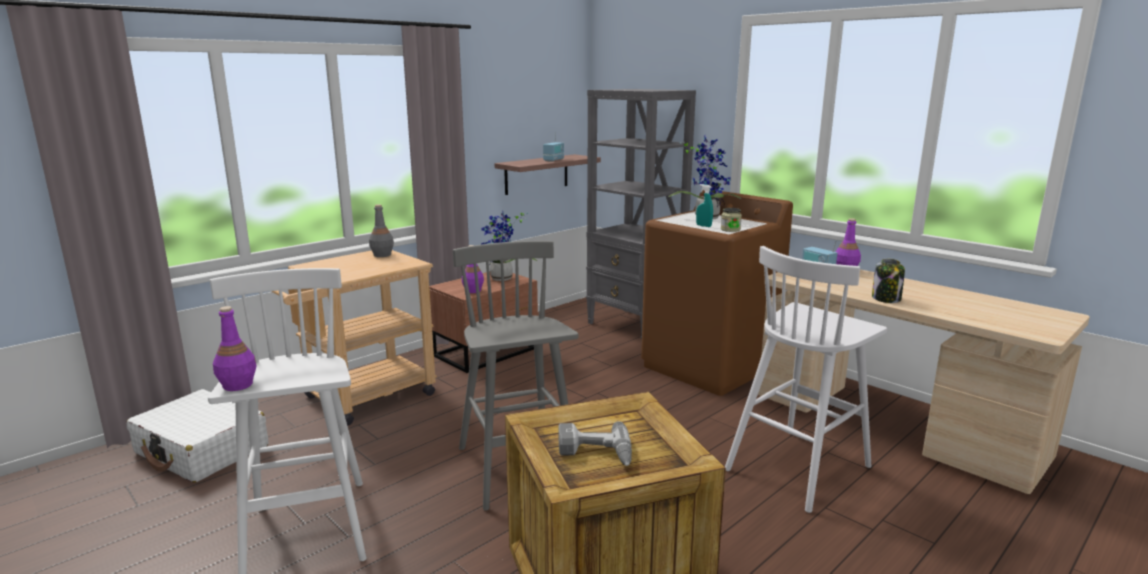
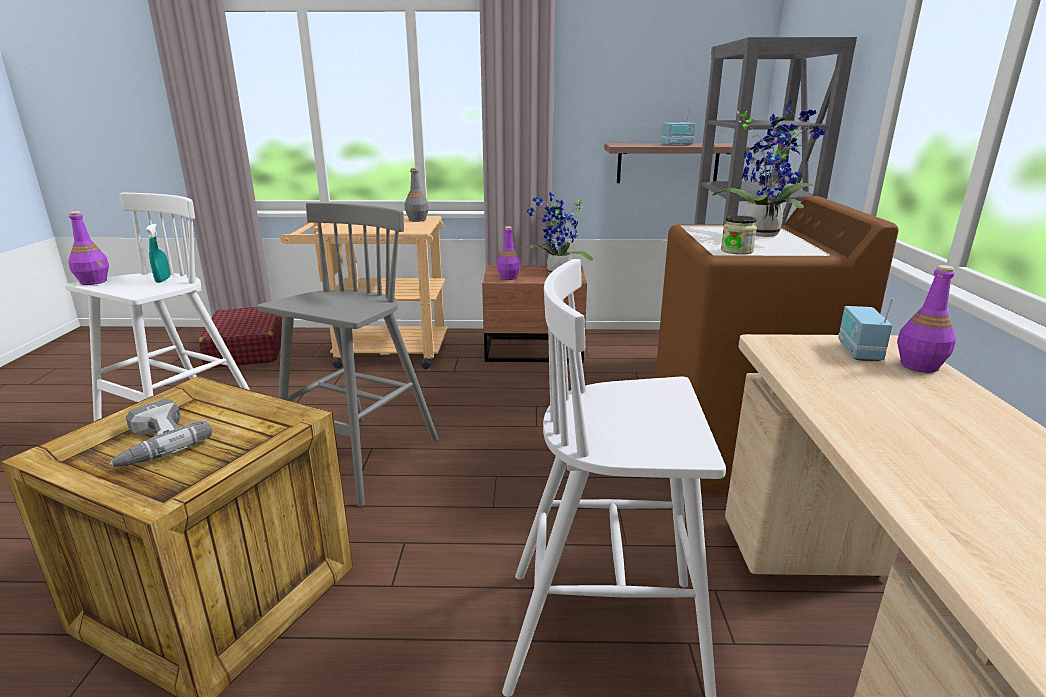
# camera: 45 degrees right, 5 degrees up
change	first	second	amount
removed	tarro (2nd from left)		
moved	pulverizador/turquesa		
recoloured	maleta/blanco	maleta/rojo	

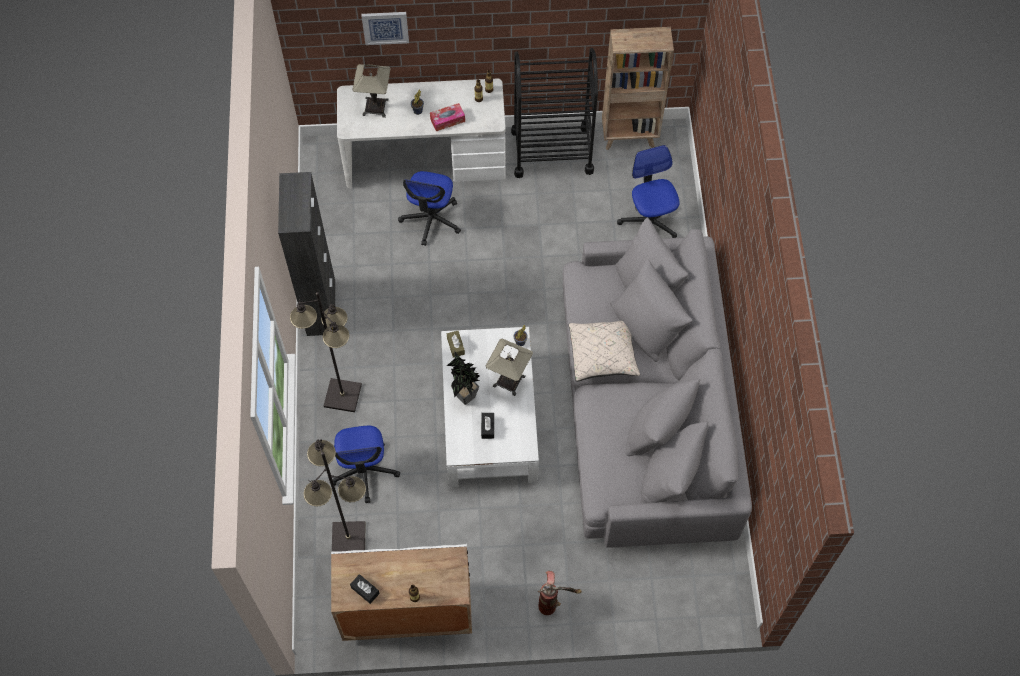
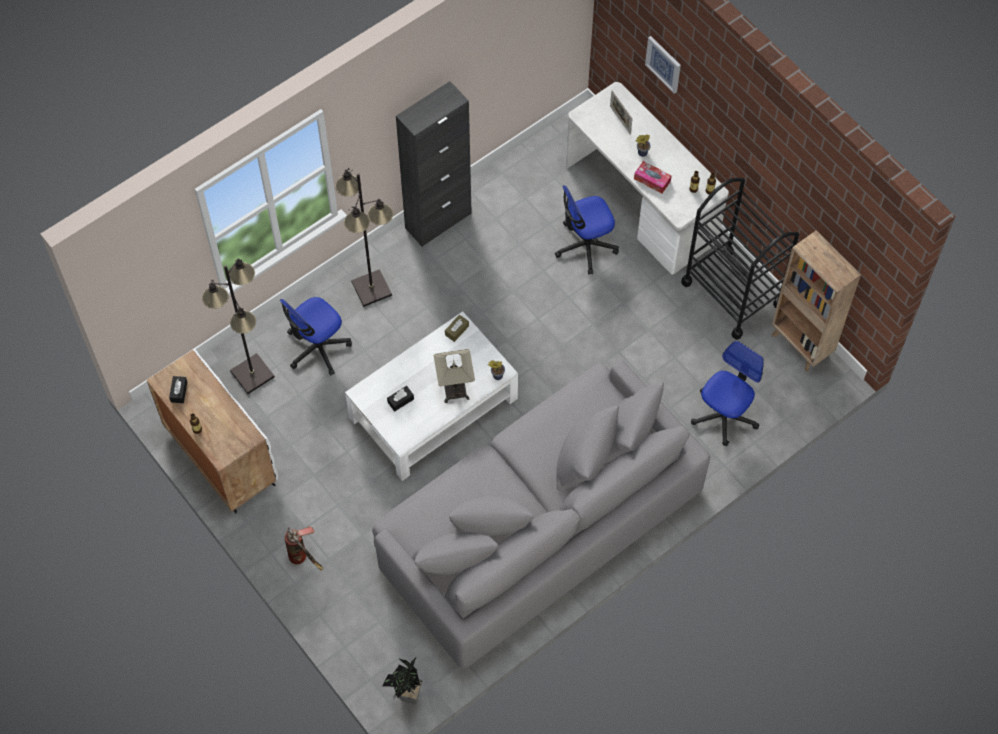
# camera: 55 degrees right, 0 degrees up
change	first	second	amount
removed	cojín/beis		
moved	planta en maceta (2nd from left in the first image)	planta en maceta (1st from left)	
replaced	lámpara de mesa (1st from left)	portarretratos	

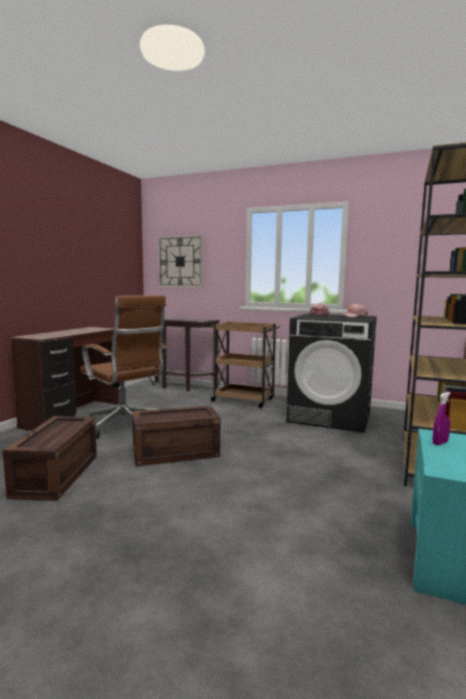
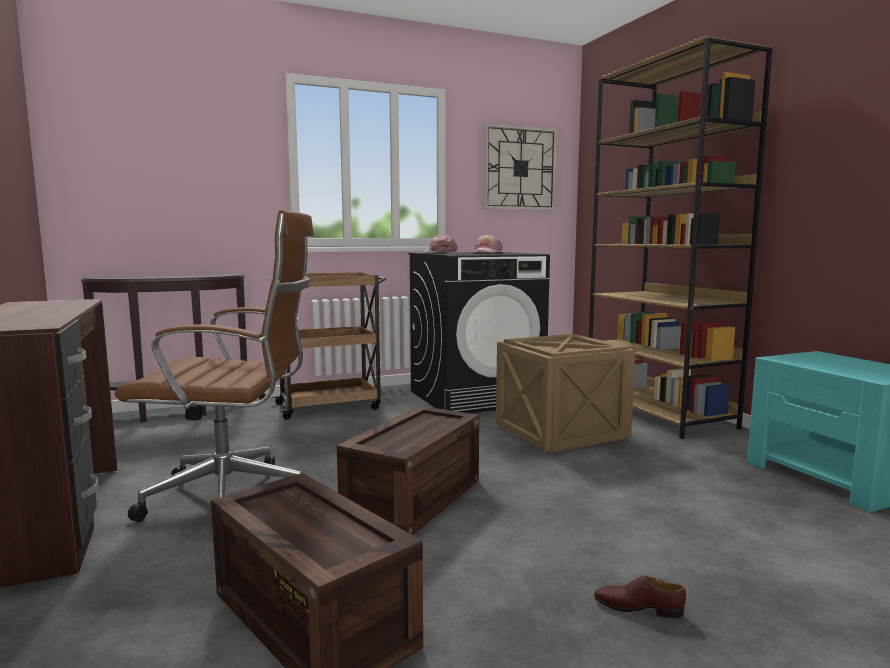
# camera: 45 degrees left, 0 degrees up
change	first	second	amount
removed	pulverizador/morado		
added		caja de embalaje (3rd from left)	
added		zapato/marrón	
moved	reloj de pared		

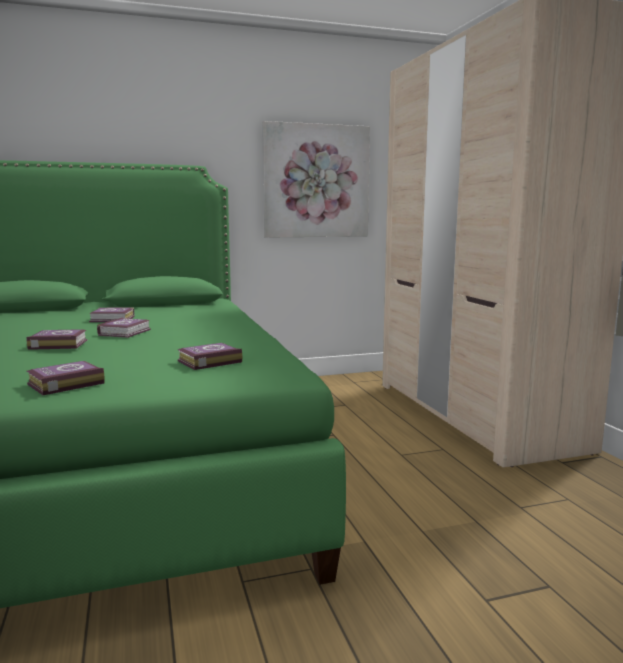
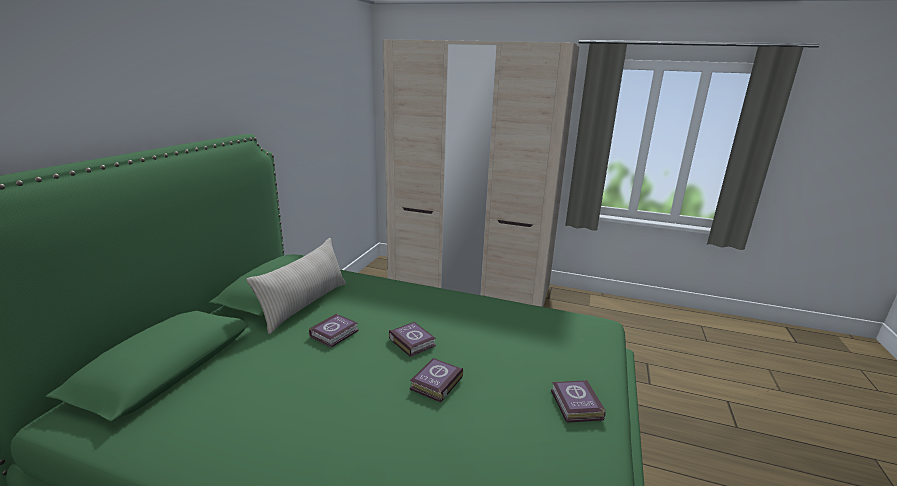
# camera: 55 degrees left, 10 degrees up
change	first	second	amount
removed	libro (5th from left)		
removed	cuadro		
added		cojín/beis	

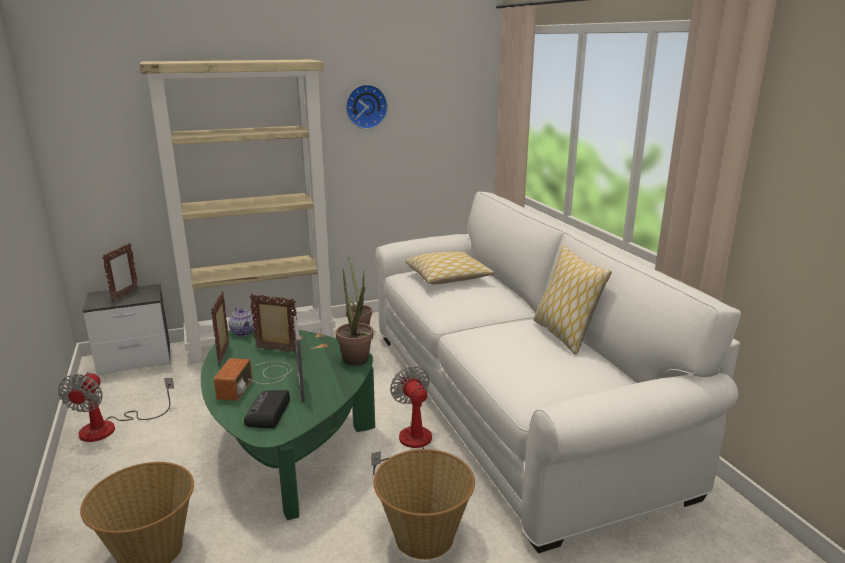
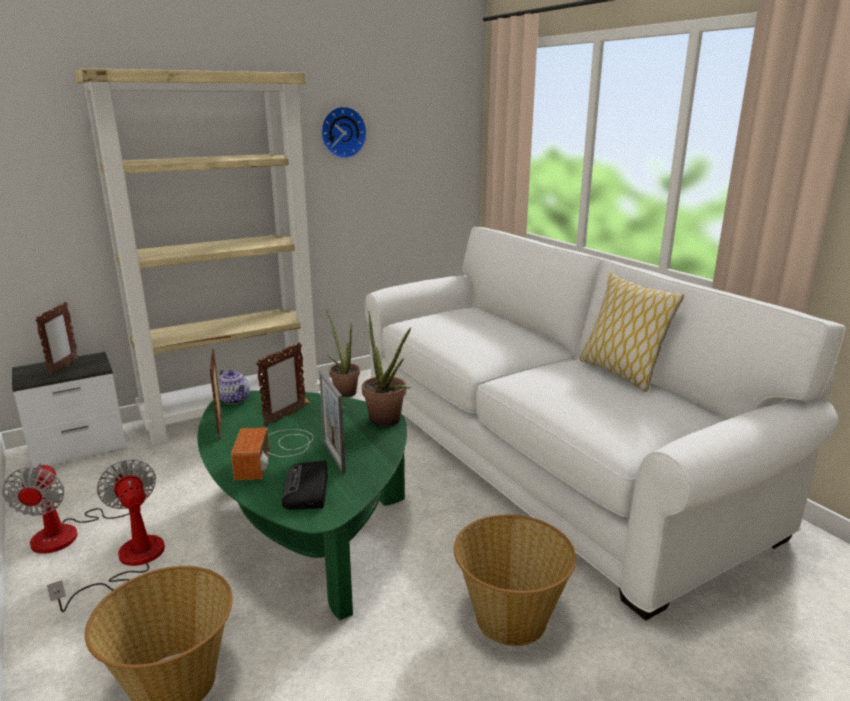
# camera: 10 degrees left, 0 degrees up
change	first	second	amount
removed	cojín (1st from left)		
moved	ventilador (2nd from left)		
turned	portarretratos (3rd from left)		120 degrees clockwise

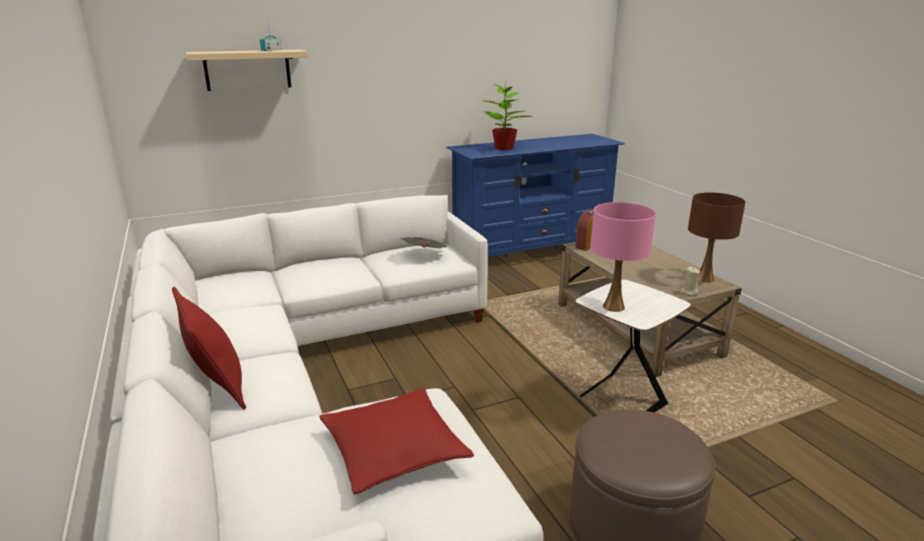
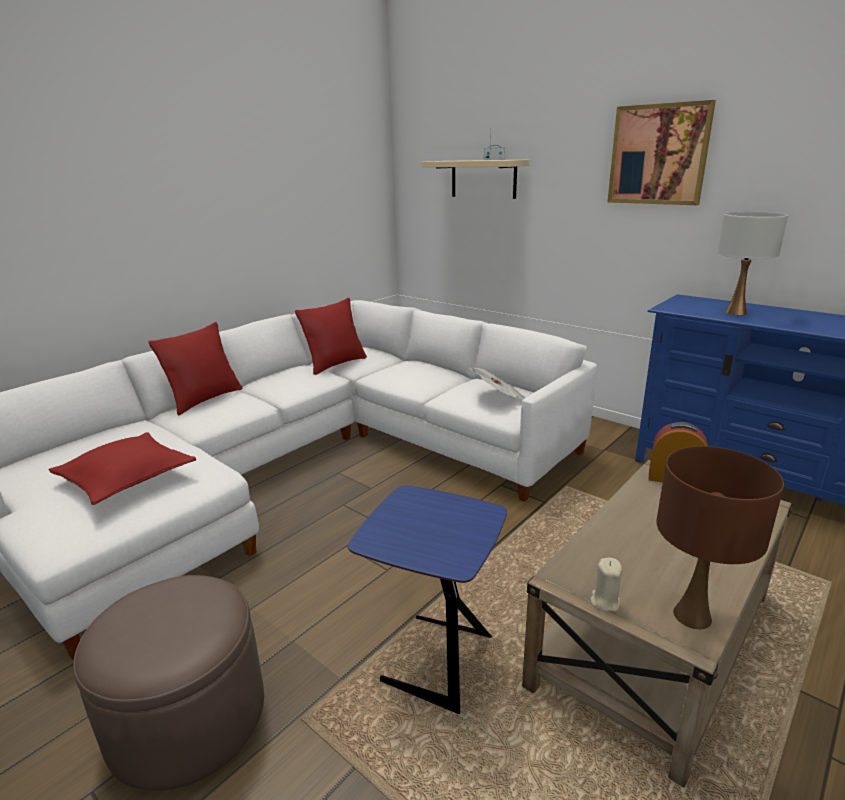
# camera: 65 degrees right, 0 degrees up
change	first	second	amount
removed	lámpara de mesa/rosa		
added		cojín/rojo (3rd from left)	
added		cuadro	
replaced	planta en maceta	lámpara de mesa/blanco	
recoloured	mesa auxiliar/blanco	mesa auxiliar/azul	

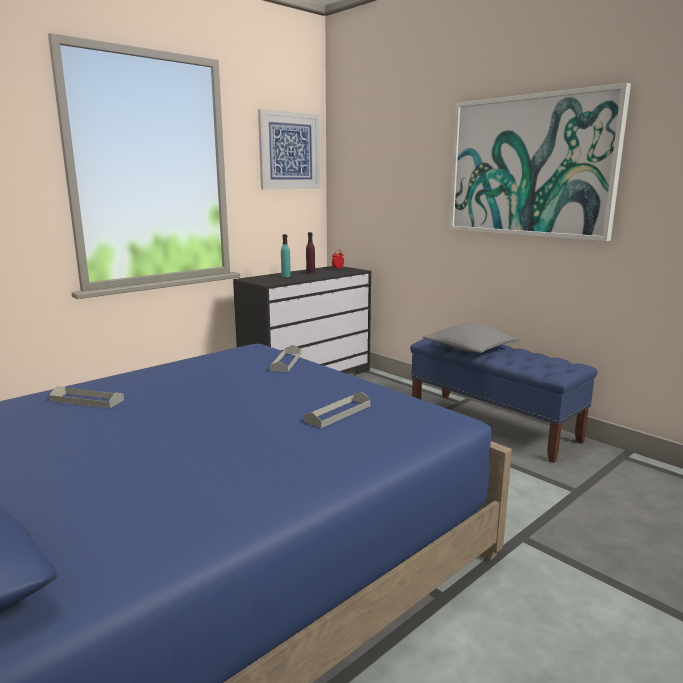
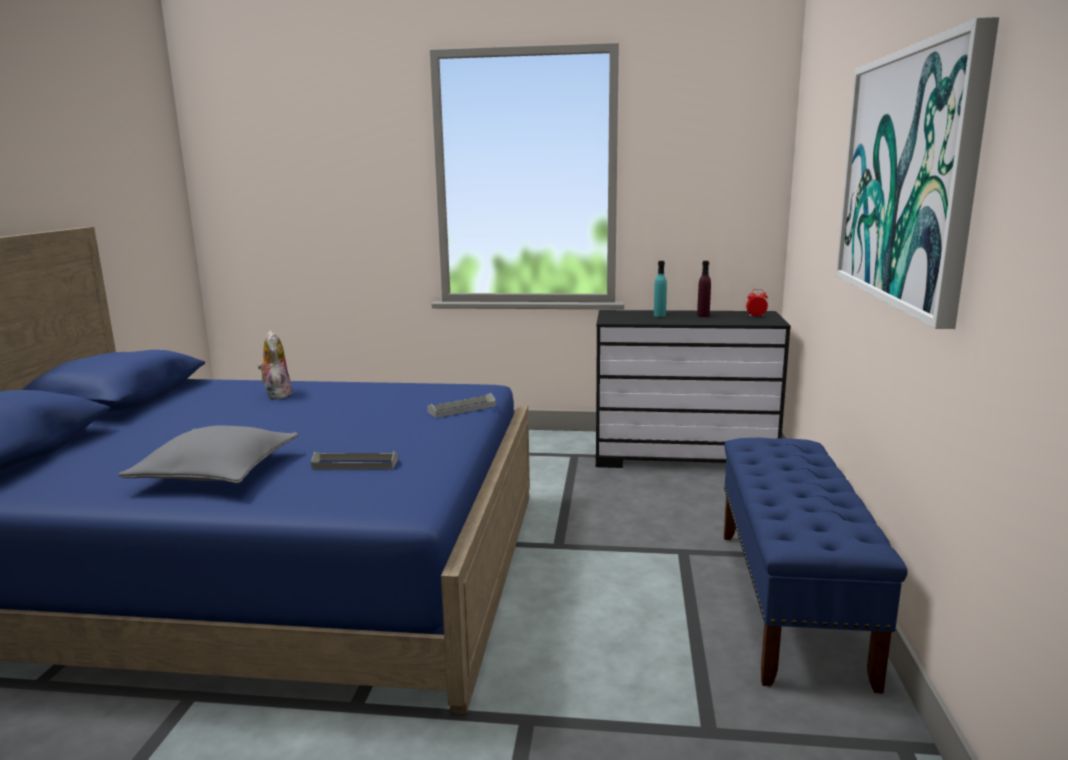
# camera: 50 degrees right, 0 degrees up
change	first	second	amount
removed	cuadro (1st from left)		
moved	cojín/gris		
replaced	bandeja/gris (1st from left)	peluche	

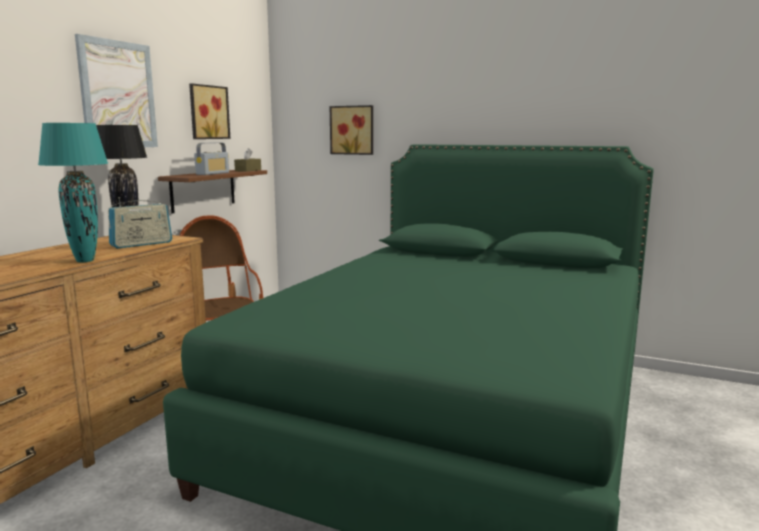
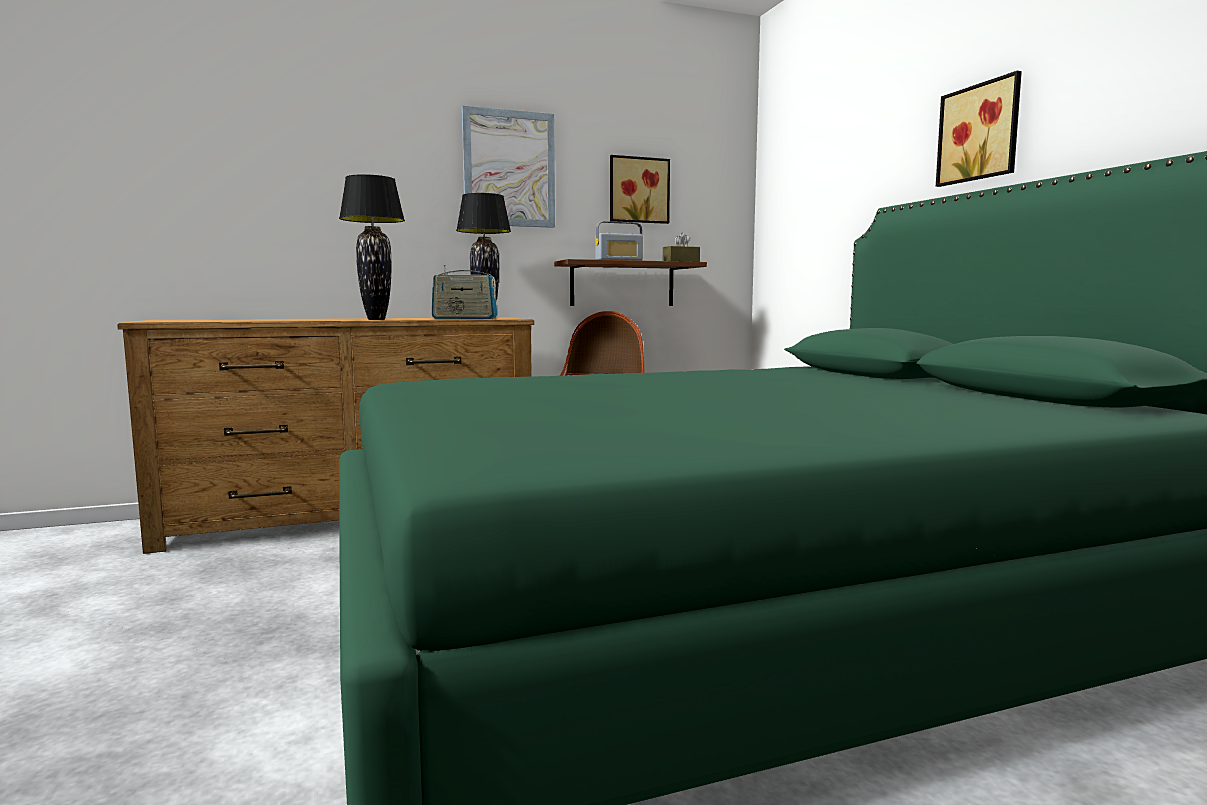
# camera: 45 degrees right, 5 degrees down
change	first	second	amount
moved	cuadro (3rd from left)		
recoloured	lámpara de mesa/turquesa	lámpara de mesa/negro (1st from left)	

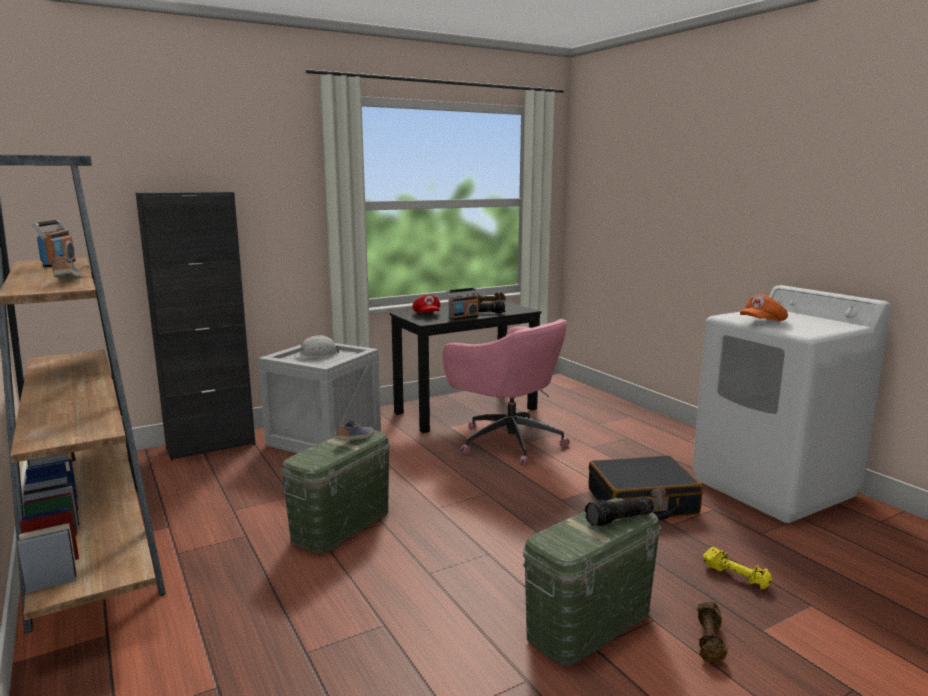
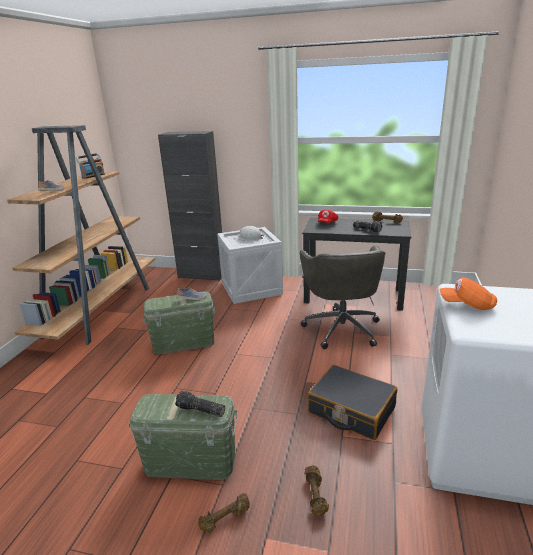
# camera: 45 degrees right, 10 degrees up
change	first	second	amount
removed	radio (2nd from left)		
recoloured	silla de oficina/rosa	silla de oficina/gris	
recoloured	mancuerna/amarillo	mancuerna/marrón (2nd from left)	

